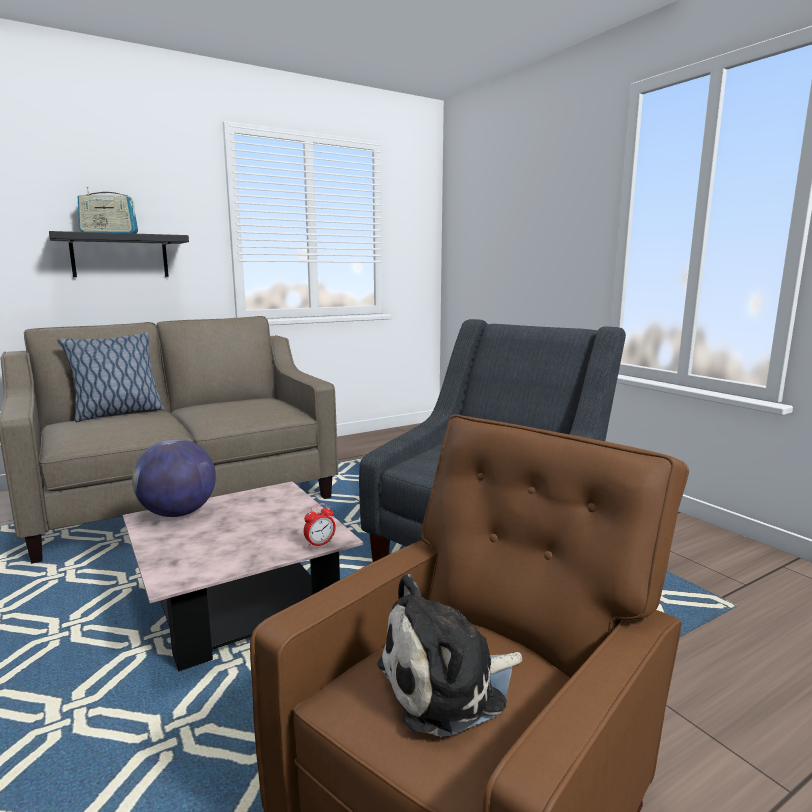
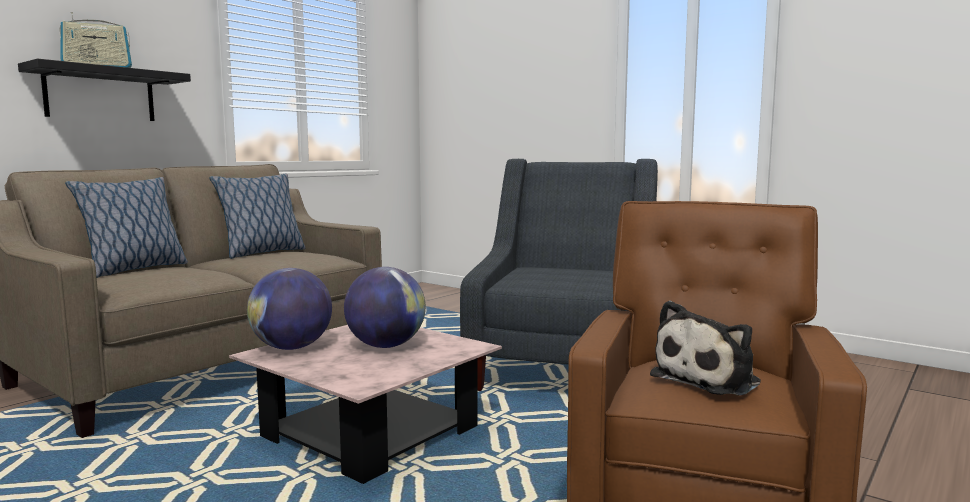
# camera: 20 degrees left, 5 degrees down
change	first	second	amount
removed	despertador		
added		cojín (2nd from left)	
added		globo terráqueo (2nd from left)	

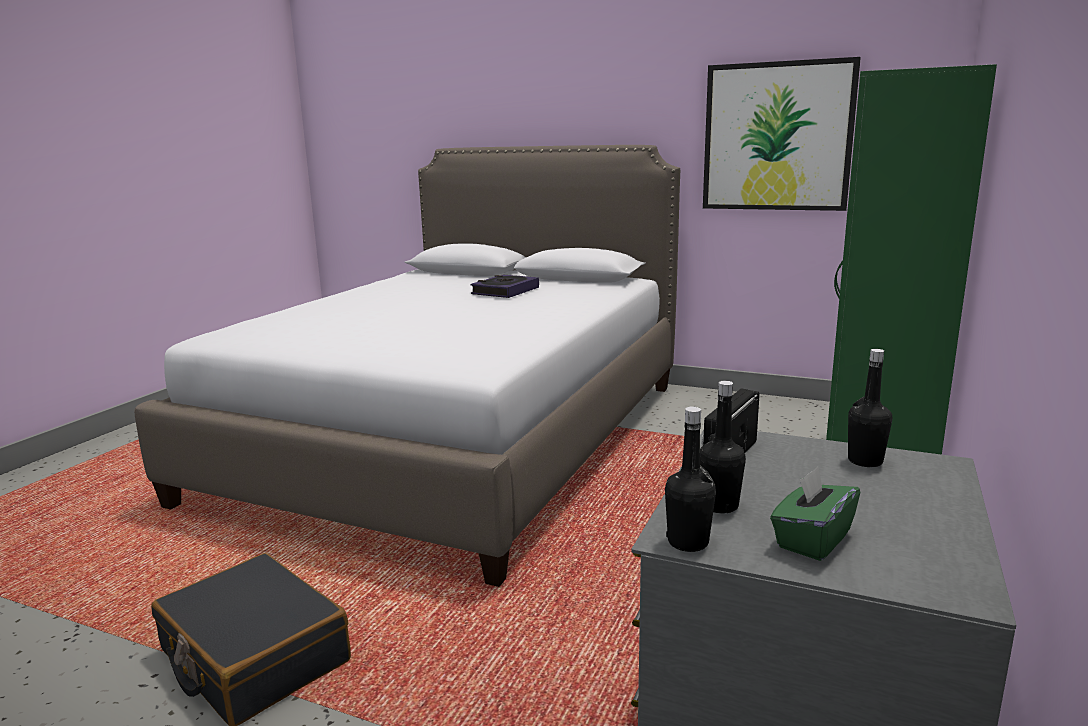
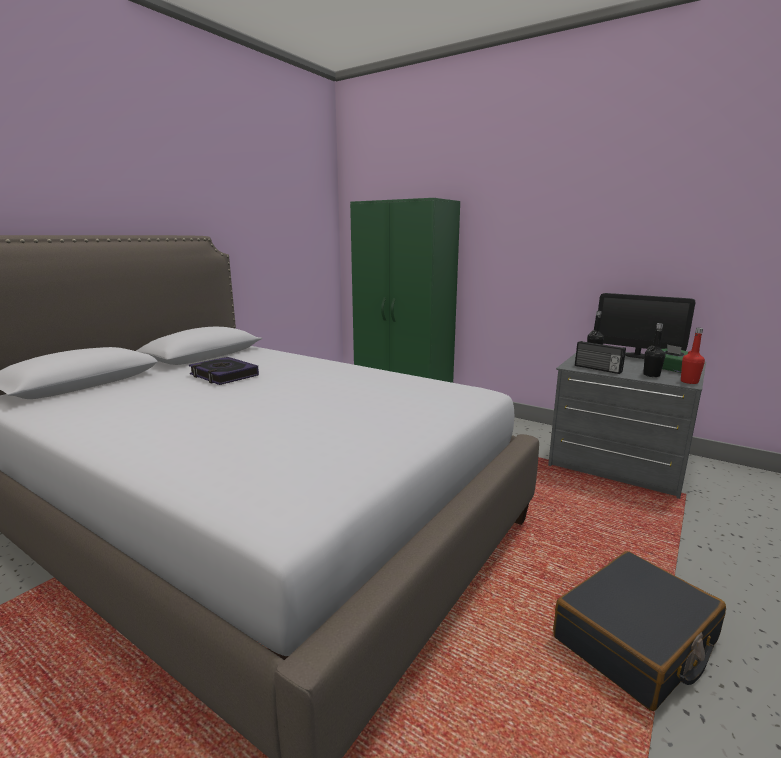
# camera: 80 degrees left, 0 degrees up
change	first	second	amount
removed	cuadro		
added		monitor	
recoloured	botella/negro (1st from left)	botella/rojo	

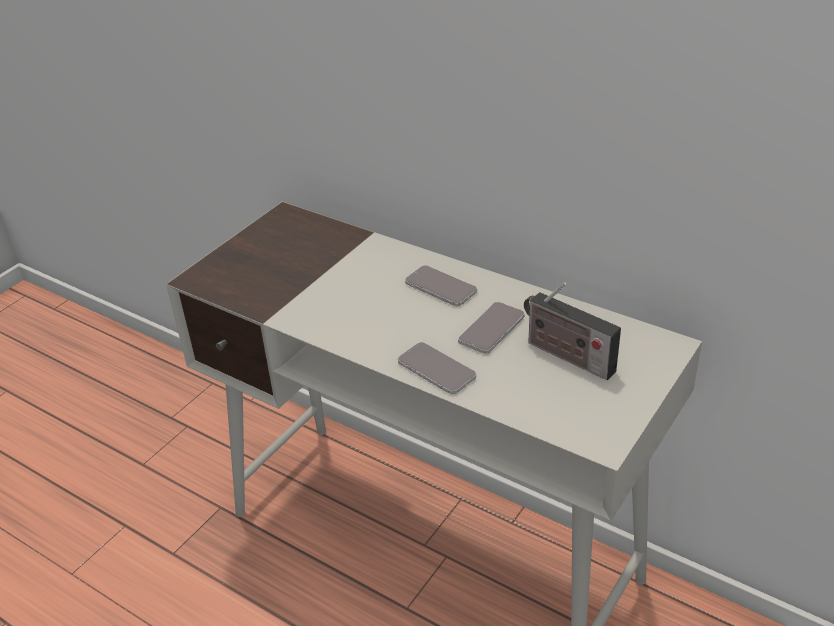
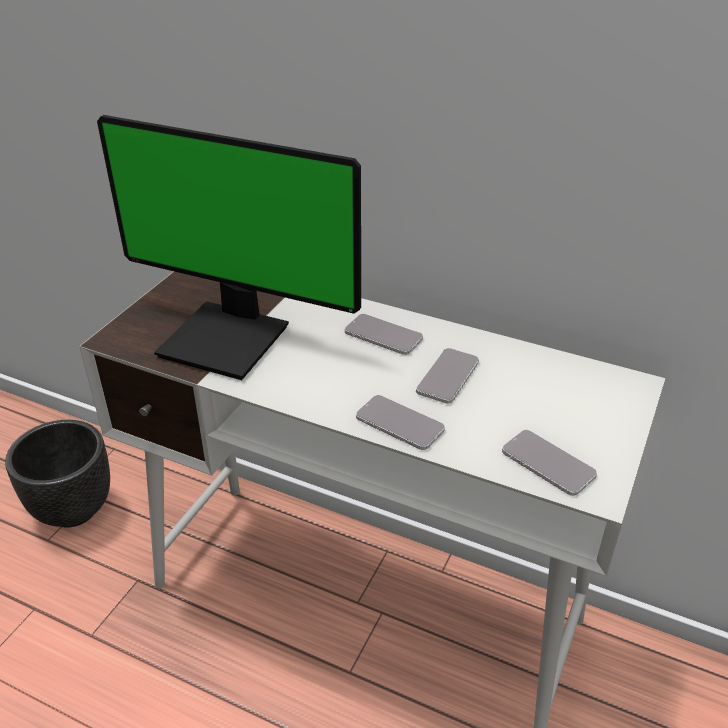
# camera: 10 degrees left, 0 degrees up
change	first	second	amount
removed	radio		
added		maceta/negro	
added		monitor	
added		móvil (4th from left)	

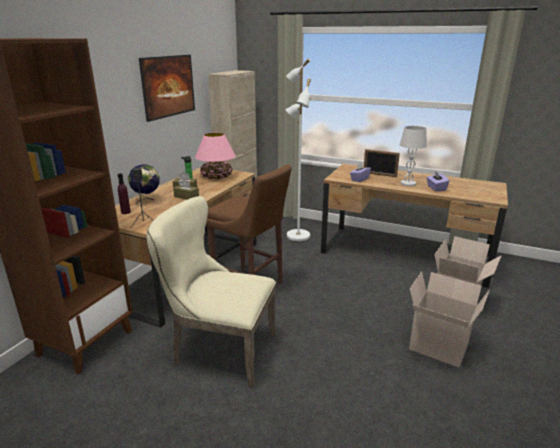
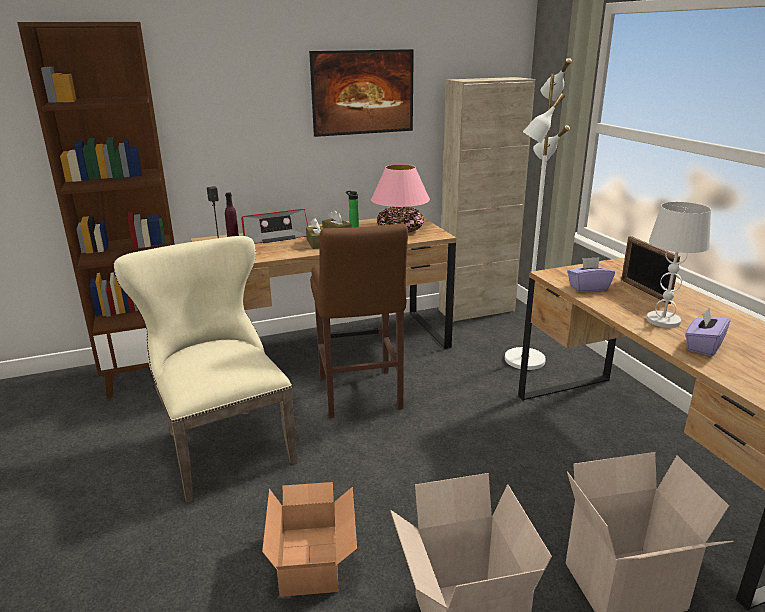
# camera: 45 degrees right, 0 degrees up
change	first	second	amount
added		caja de cartón (1st from left)	
replaced	globo terráqueo	radio	

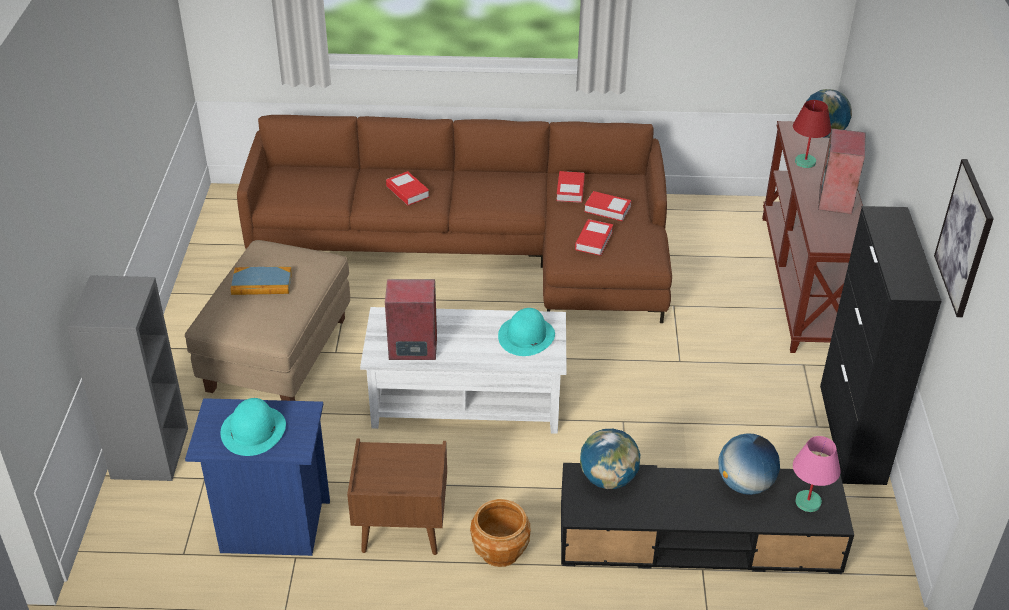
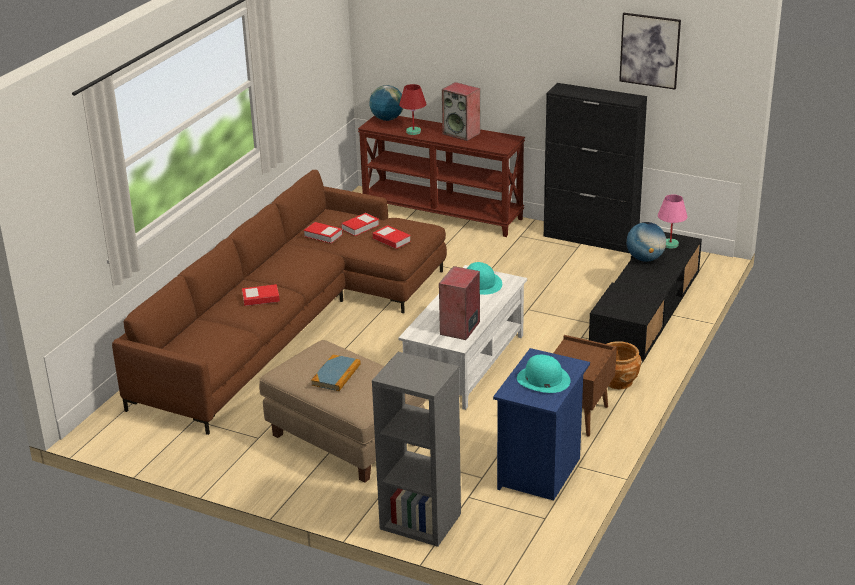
# camera: 65 degrees left, 10 degrees down
change	first	second	amount
removed	globo terráqueo (1st from left)		

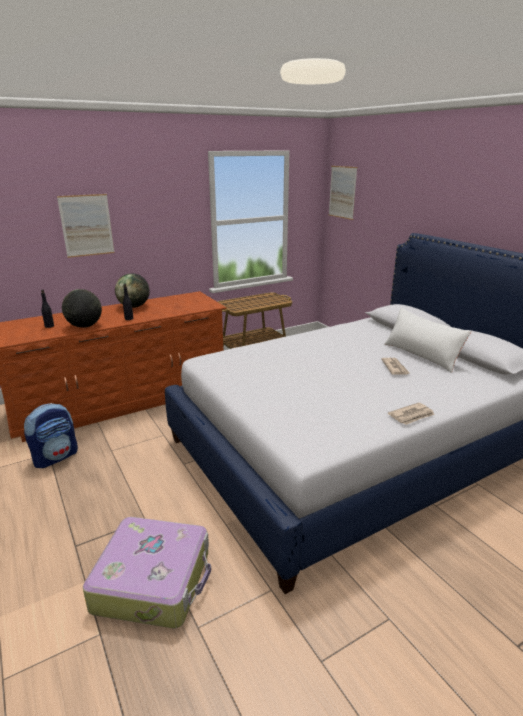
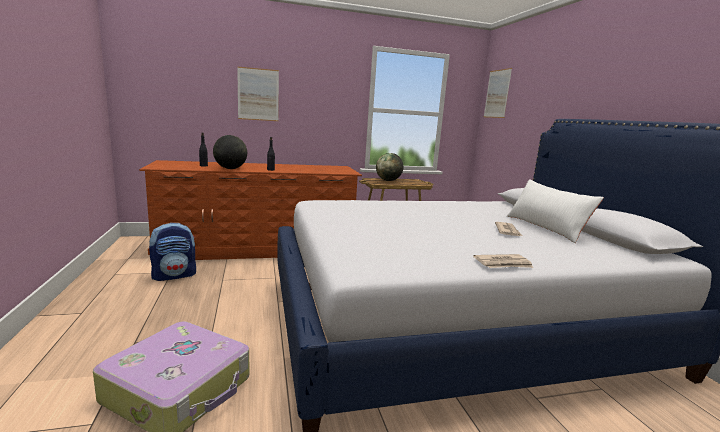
# camera: 15 degrees right, 10 degrees down
change	first	second	amount
moved	globo terráqueo (2nd from left)		

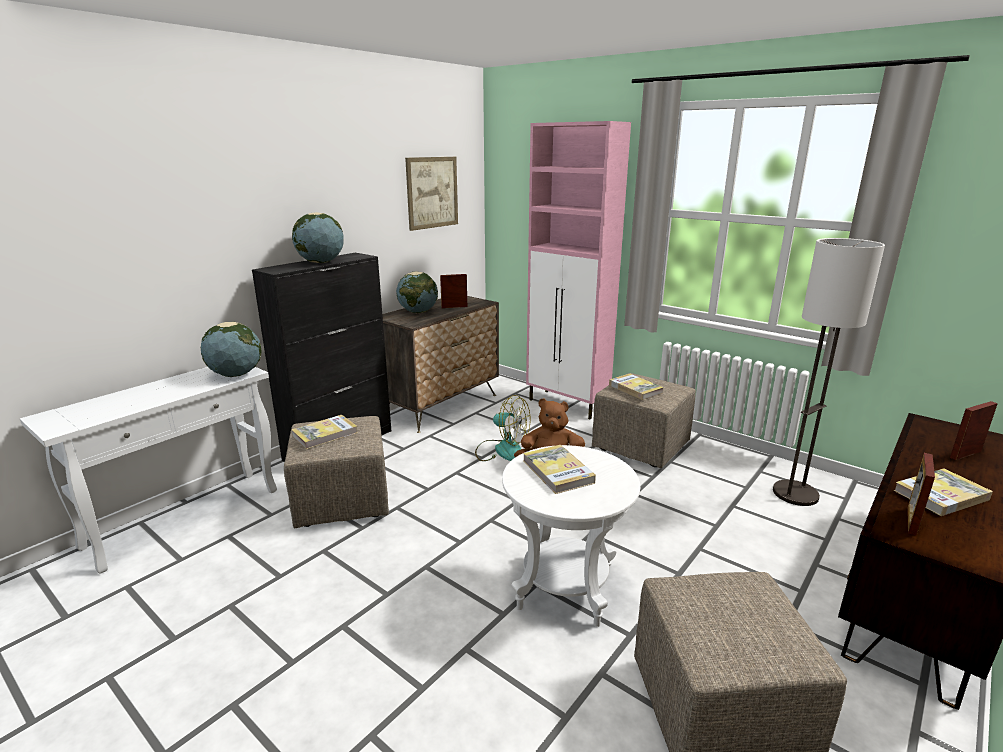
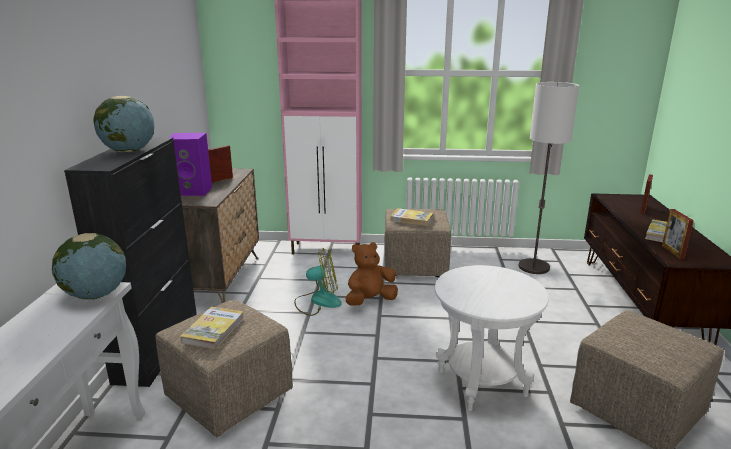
# camera: 35 degrees left, 0 degrees up
change	first	second	amount
removed	cuadro		
removed	libro (2nd from left)		
replaced	globo terráqueo (3rd from left)	altavoz/morado	

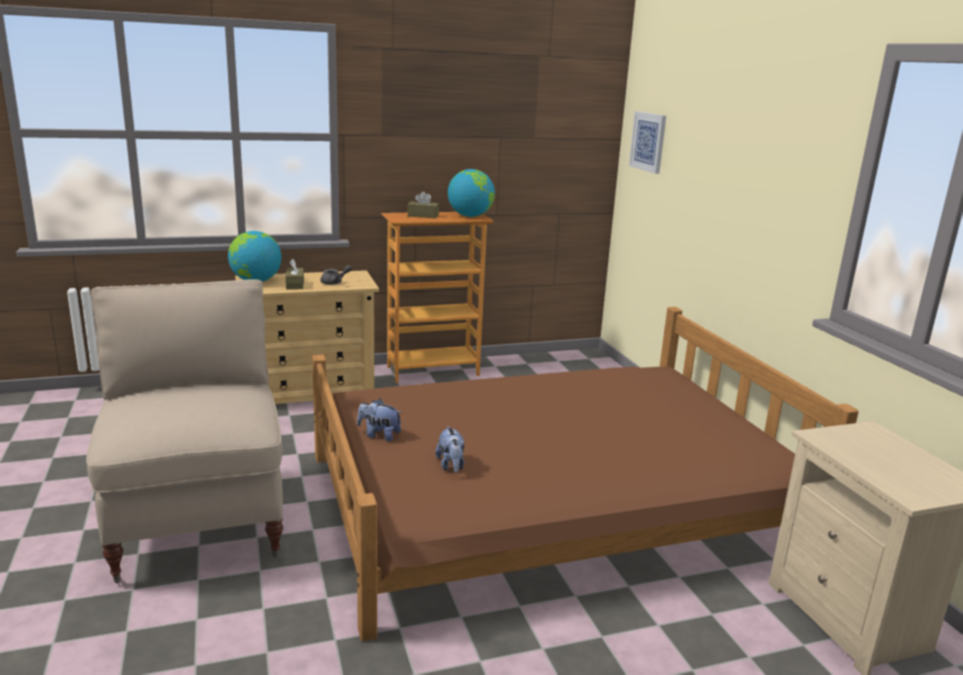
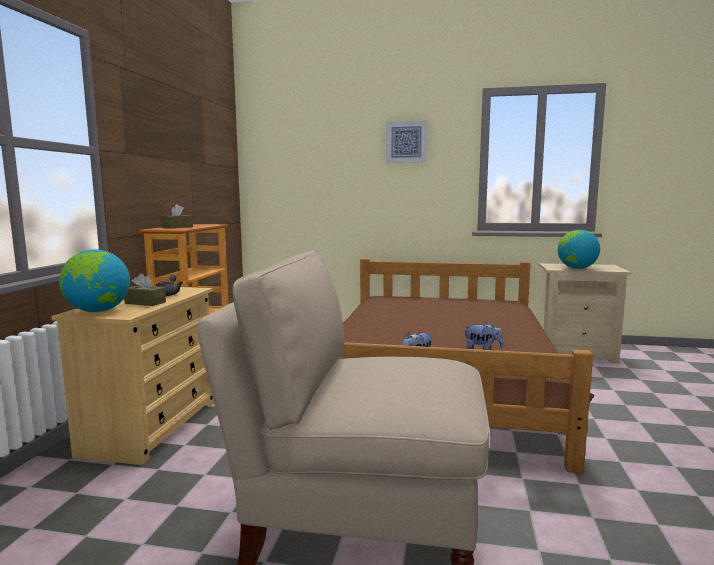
# camera: 60 degrees left, 10 degrees down
change	first	second	amount
moved	globo terráqueo (2nd from left)		
moved	cuadro		

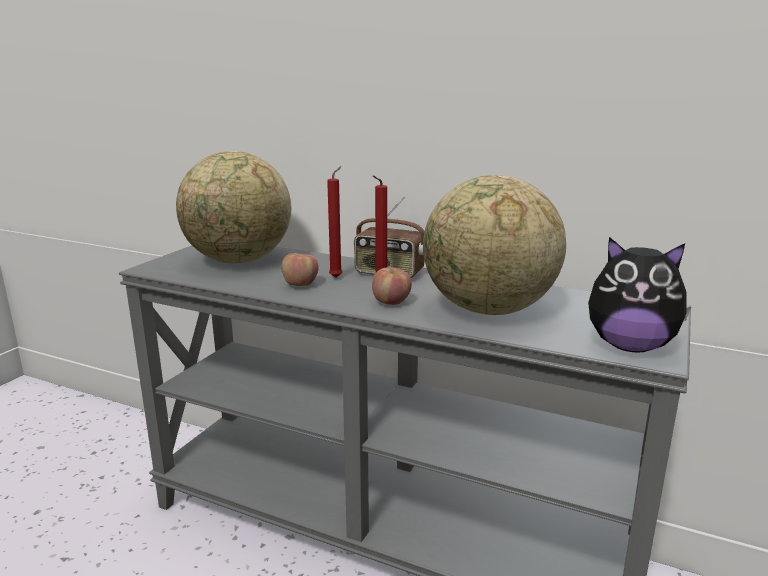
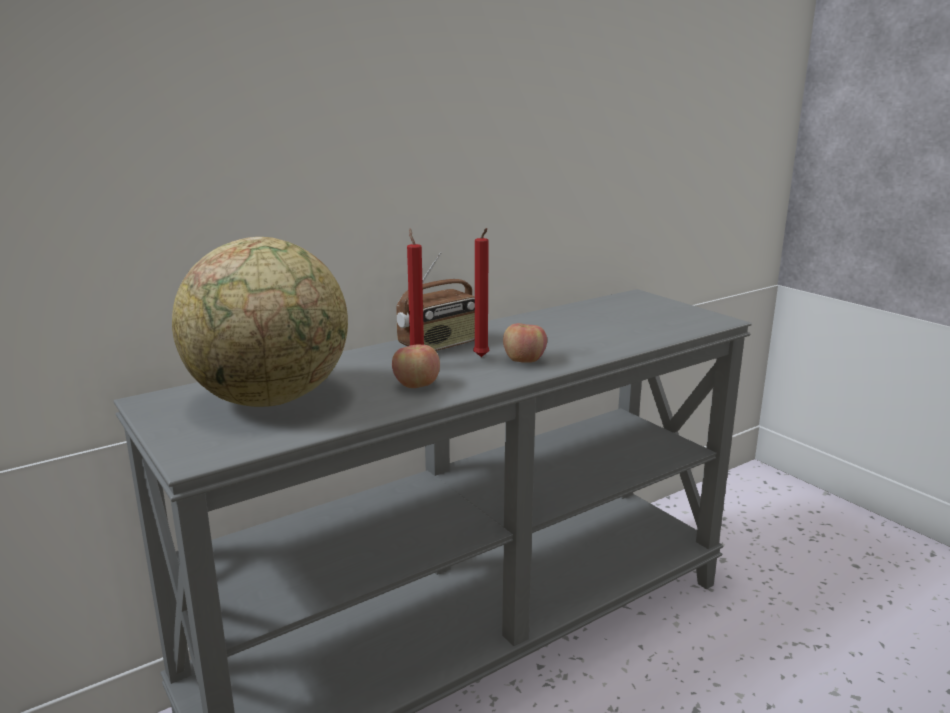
# camera: 60 degrees left, 0 degrees up
change	first	second	amount
removed	globo terráqueo (2nd from left)		
removed	peluche		

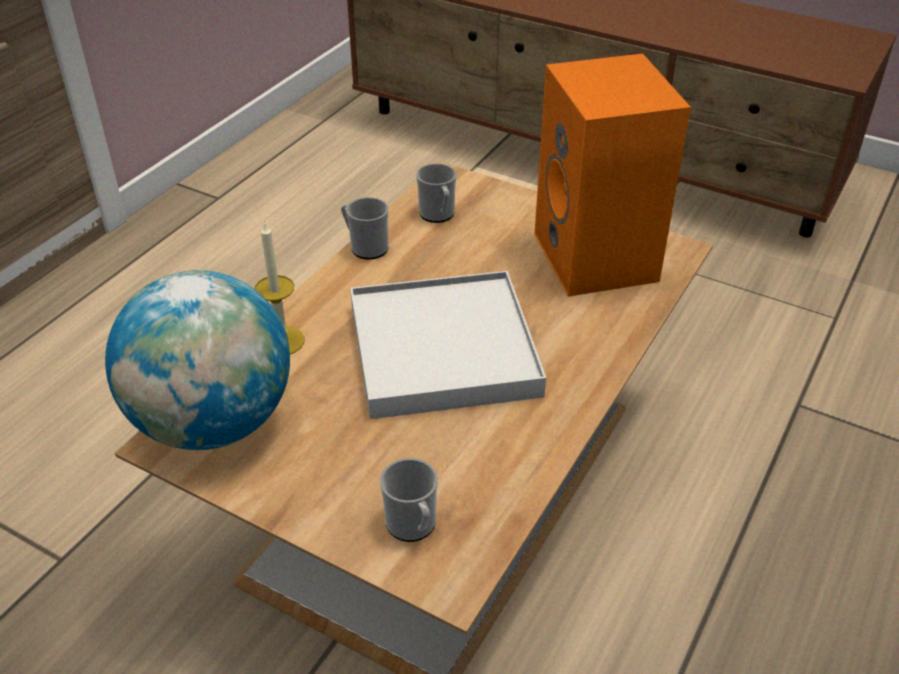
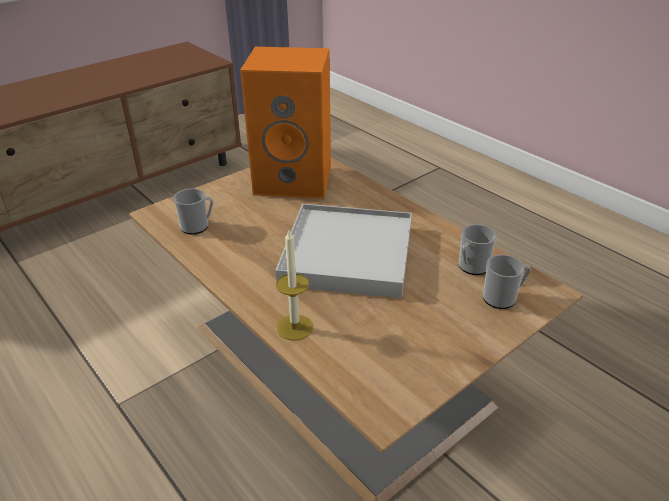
# camera: 70 degrees left, 5 degrees down
change	first	second	amount
removed	globo terráqueo		
moved	taza grande (1st from left in the first image)	taza grande (2nd from left)	

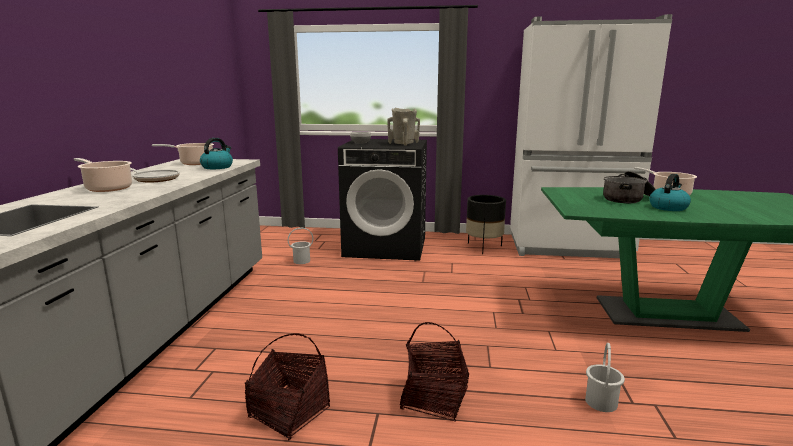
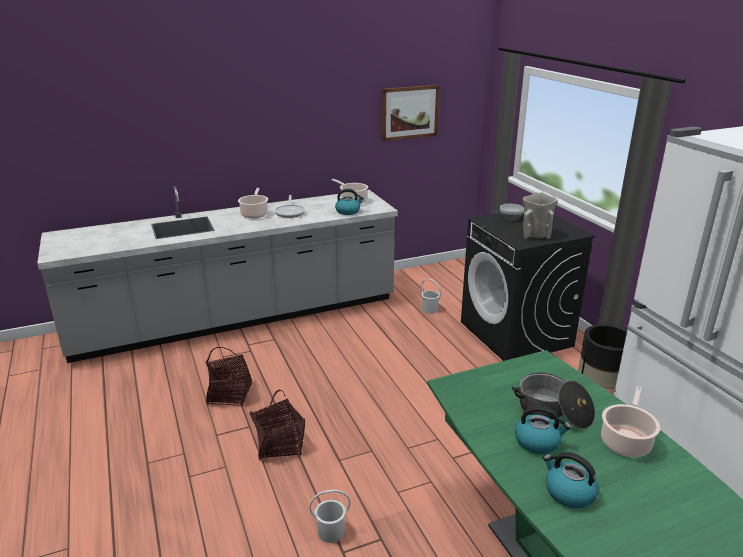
# camera: 60 degrees right, 10 degrees up
change	first	second	amount
added		cuadro	
added		hervidor (3rd from left)	

